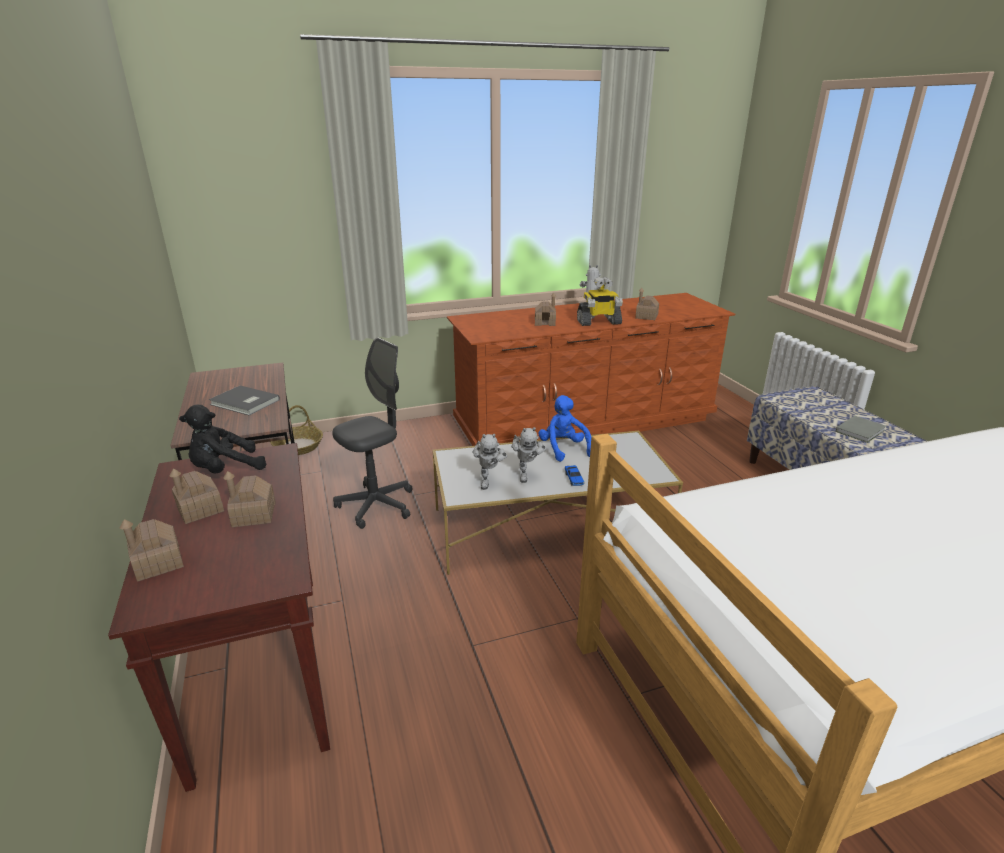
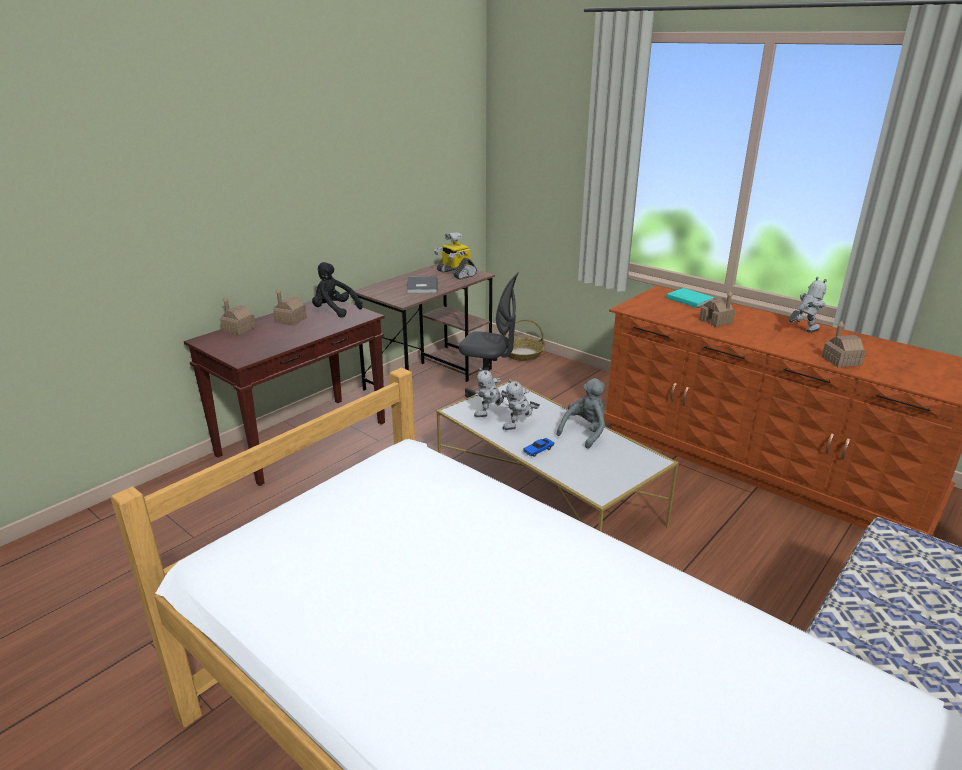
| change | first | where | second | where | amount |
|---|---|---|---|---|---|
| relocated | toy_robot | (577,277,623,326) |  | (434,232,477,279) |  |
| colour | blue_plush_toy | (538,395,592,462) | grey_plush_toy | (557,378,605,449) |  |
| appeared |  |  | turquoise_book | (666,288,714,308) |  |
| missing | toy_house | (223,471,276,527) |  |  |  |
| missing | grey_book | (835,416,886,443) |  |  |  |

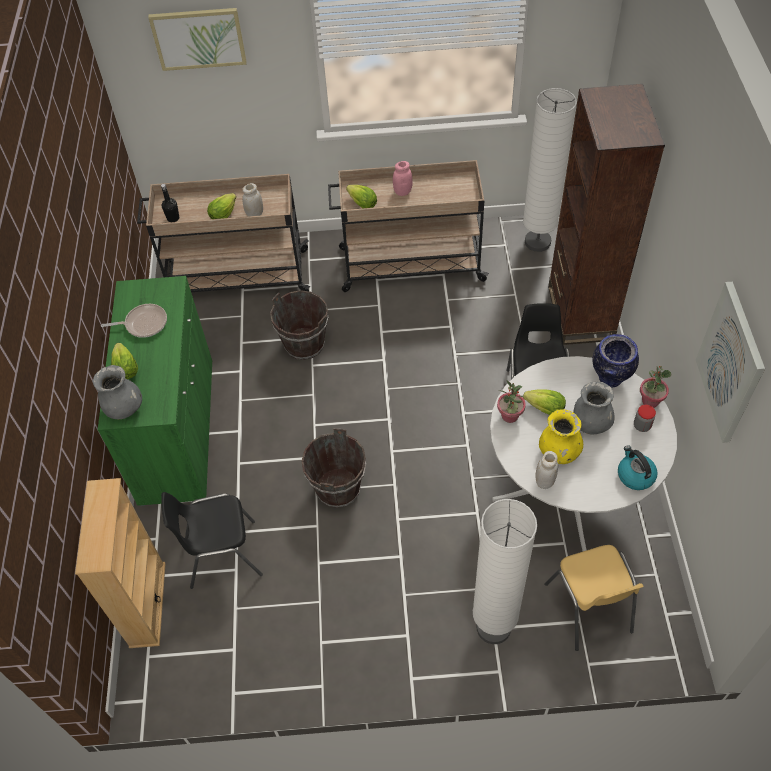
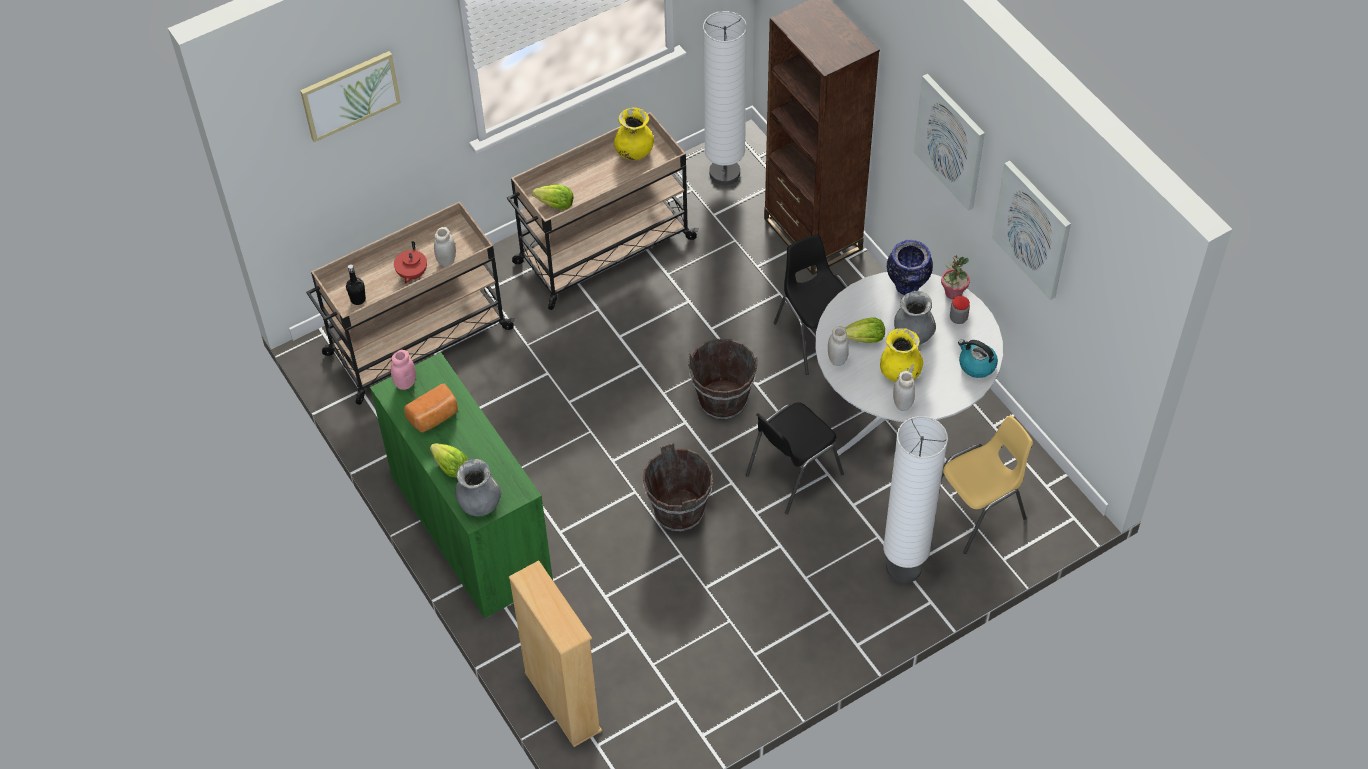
| change | first | where | second | where | amount |
|---|---|---|---|---|---|
| relocated | pink_jar | (393,161,413,196) |  | (391,350,416,390) |  |
| exchanged | lettuce | (207,193,236,219) | red_teapot | (394,241,427,283) |  |
| exchanged | frying_pan | (101,304,167,338) | bread | (404,384,458,432) |  |
| appeared |  |  | yellow_vase | (614,107,654,160) |  |
| relocated | brown_bucket | (270,290,328,360) |  | (688,339,758,420) |  |
| relocated | black_chair | (161,492,263,589) |  | (746,402,844,514) |  |
| exchanged | potted_plant | (497,380,526,423) | white_jar | (828,326,849,366) |  |
| appeared |  |  | picture | (914,74,985,211) |  |
| spun | yellow_chair | (544,545,644,651) |  | (941,415,1033,554) | 75 degrees counterclockwise |

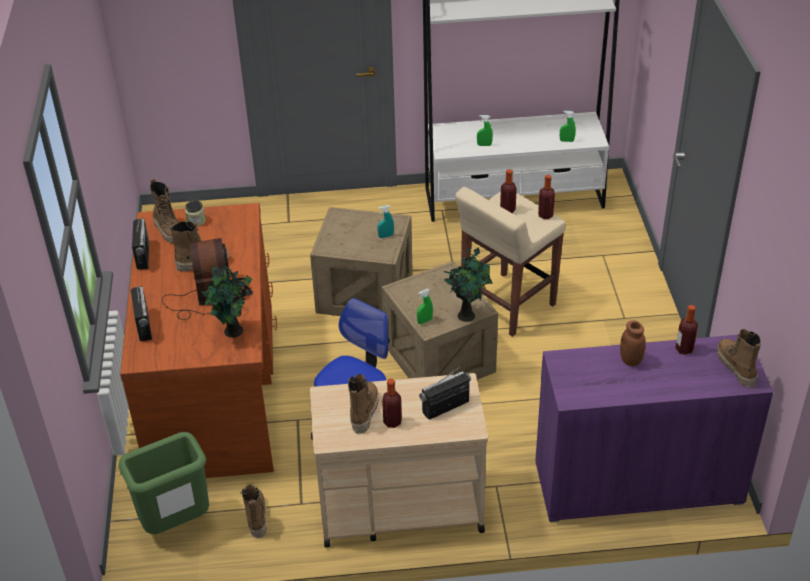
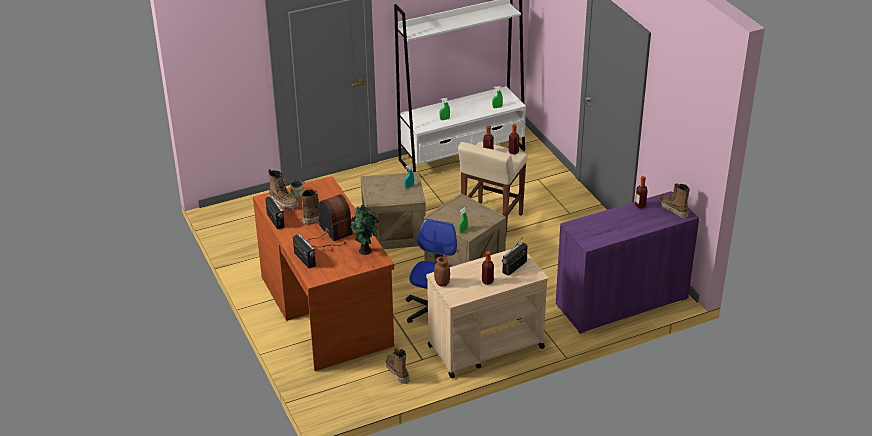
| change | first | where | second | where | amount |
|---|---|---|---|---|---|
| relocated | brown_jar | (620,320,646,366) |  | (434,257,450,287) |  |
| missing | green_trash_can | (118,432,209,534) |  |  |  |
| missing | boot | (348,374,378,434) |  |  |  |
| missing | potted_plant | (444,247,493,322) |  |  |  |

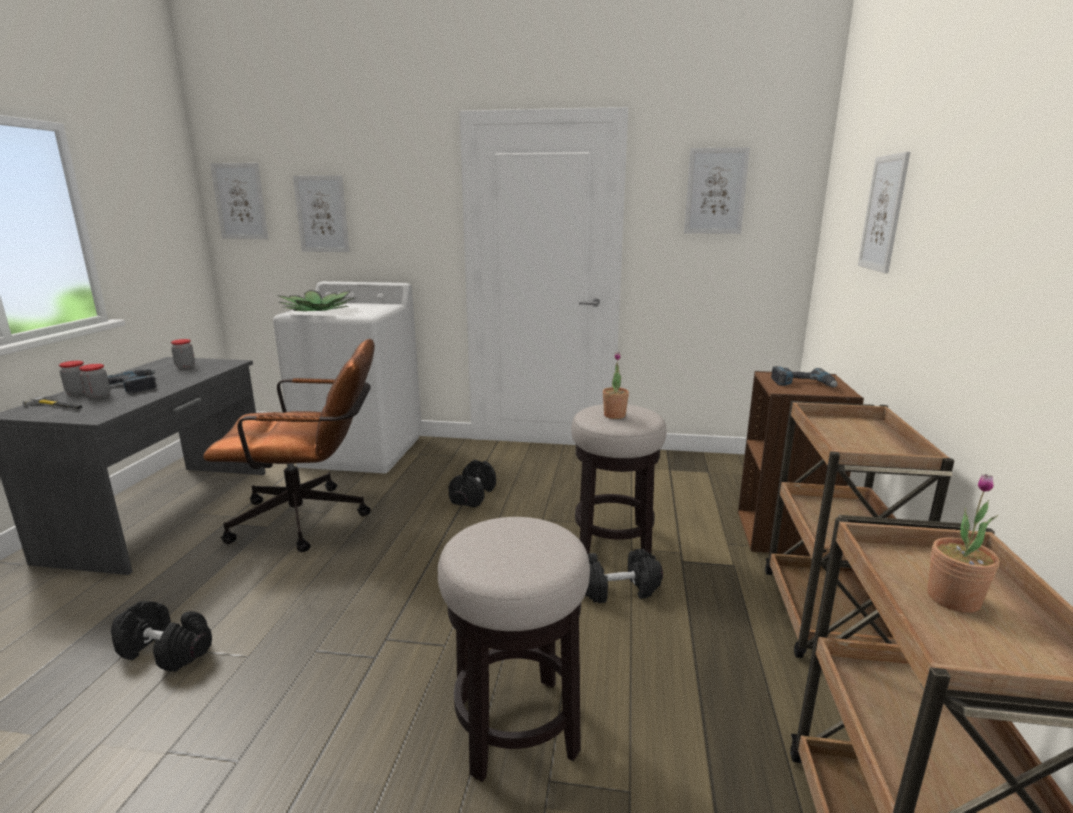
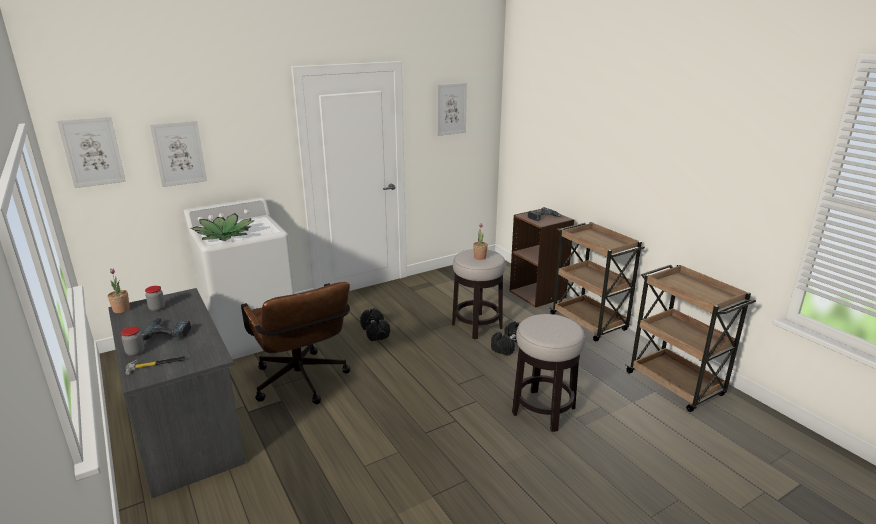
| change | first | where | second | where | amount |
|---|---|---|---|---|---|
| relocated | potted_plant | (928,474,999,613) |  | (107,268,130,313) |  |
| spun | brown_office_chair | (203,339,375,552) |  | (241,282,351,404) | 105 degrees clockwise |
| missing | jar | (79,364,110,399) |  |  |  |
| missing | black_dumbbell | (111,601,212,672) |  |  |  |
| missing | picture | (858,152,910,273) |  |  |  |

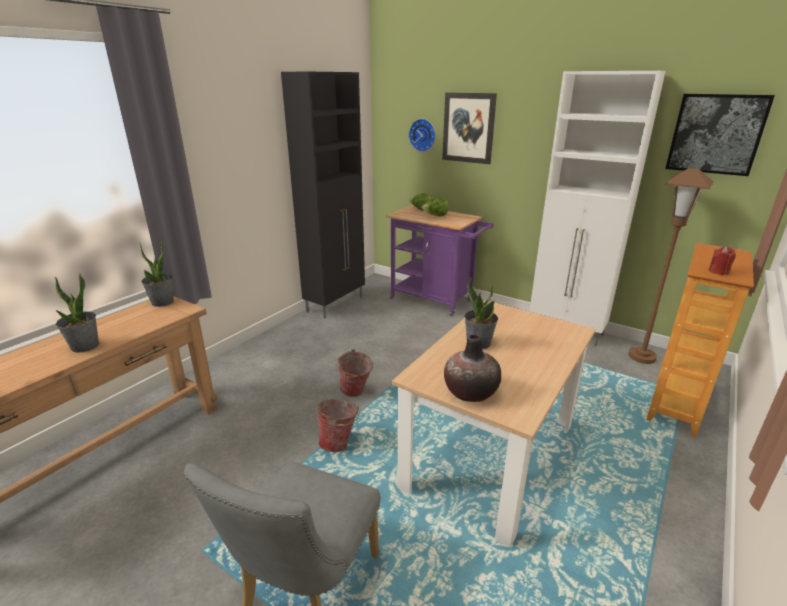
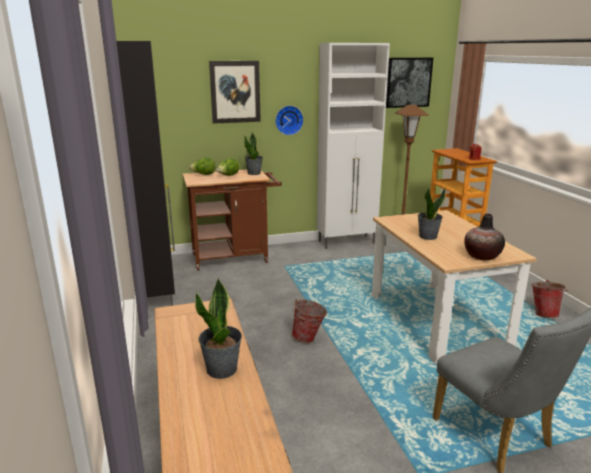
| change | first | where | second | where | amount |
|---|---|---|---|---|---|
| colour | purple_cart | (386,205,494,316) | brown_cart | (183,170,282,271) |  |
| relocated | potted_plant | (140,240,174,307) |  | (244,132,263,175) |  |
| relocated | wall_clock | (409,119,436,152) |  | (275,106,304,135) |  |
| relocated | bucket | (316,399,360,452) |  | (531,280,568,318) |  |

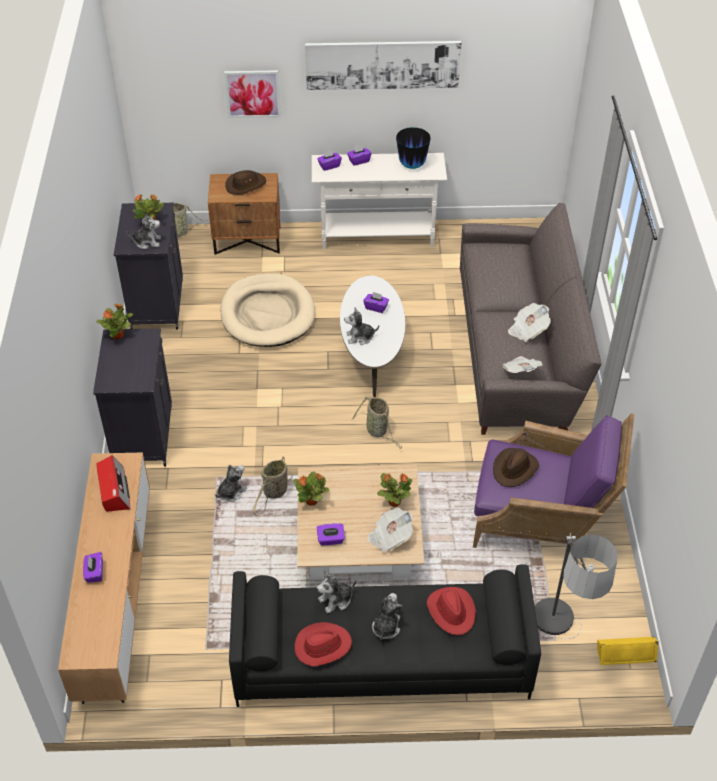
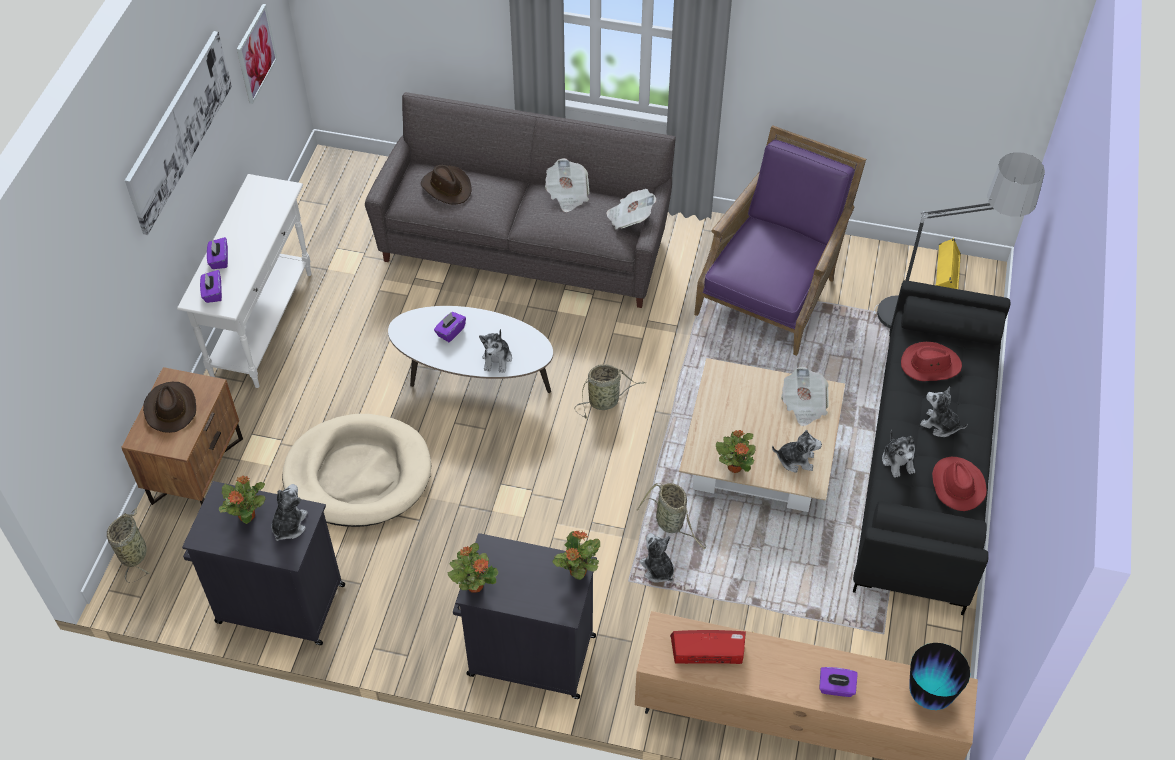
| change | first | where | second | where | amount |
|---|---|---|---|---|---|
| relocated | picture | (224,70,281,118) |  | (237,4,277,104) |  |
| relocated | brown_hat | (493,448,539,487) |  | (421,165,472,205) |  |
| relocated | potted_plant | (377,473,412,507) |  | (552,531,600,580) |  |
| exchanged | purple_tissue_box | (317,523,345,546) | plush_toy | (772,430,822,473) |  |
| relocated | vase | (396,127,431,169) |  | (909,643,970,710) |  |

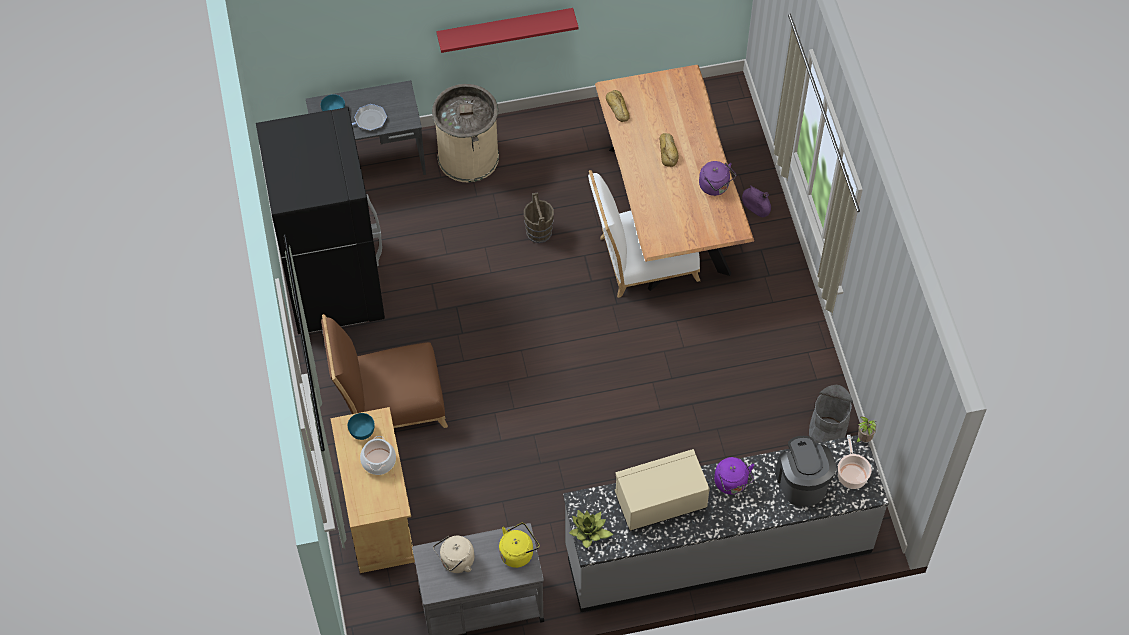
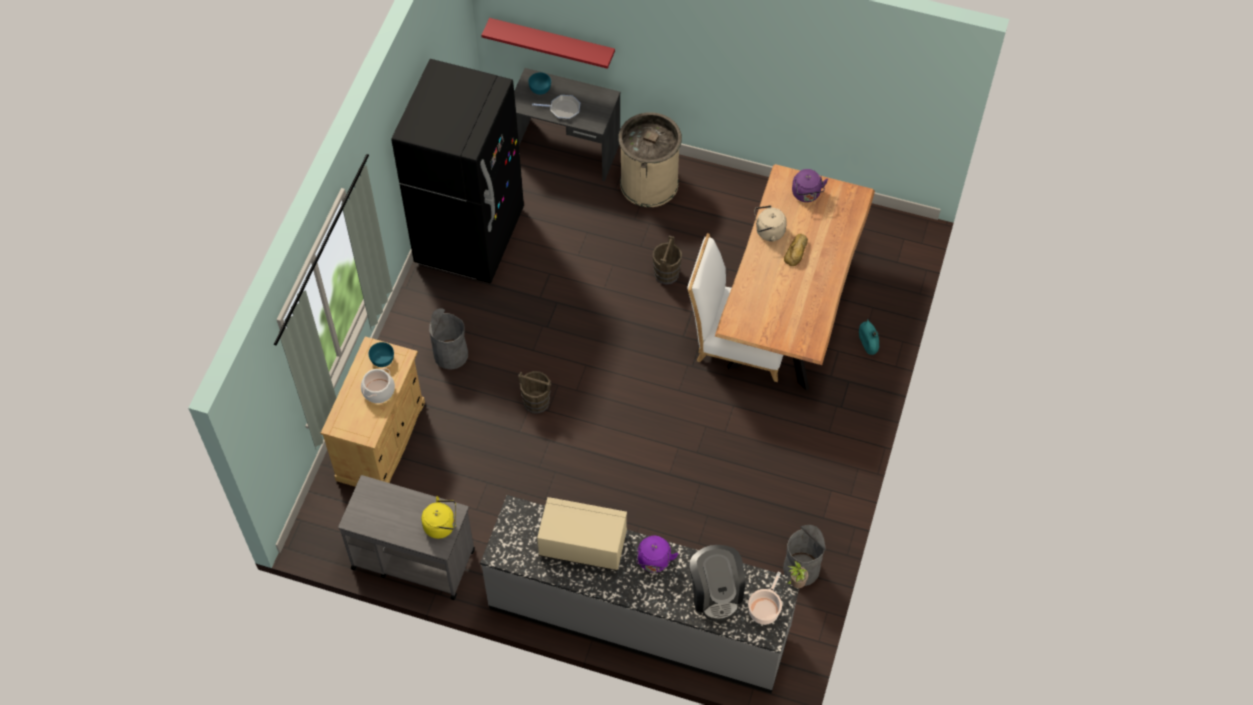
| change | first | where | second | where | amount |
|---|---|---|---|---|---|
| exchanged | brown_chair | (321,314,448,428) | grey_trash_can | (429,309,468,370) |  |
| relocated | red_shelf | (437,8,579,53) |  | (481,18,615,69) |  |
| appeared |  |  | brown_bucket | (518,371,551,414) |  |
| spun | coffee_machine | (775,436,836,507) |  | (690,545,745,621) | 150 degrees clockwise |
| relocated | beige_kettle | (433,536,474,573) |  | (754,205,787,242) |  |
| relocated | purple_kettle | (699,161,736,196) |  | (792,169,828,202) |  |
| colour | purple_vase | (742,185,771,217) | turquoise_vase | (859,319,879,355) |  |
| missing | potted_plant | (569,510,613,548) |  |  |  |
| missing | bread | (606,90,630,122) |  |  |  |

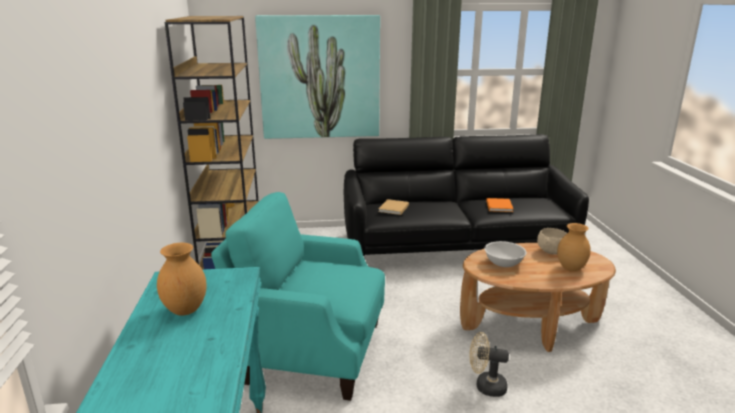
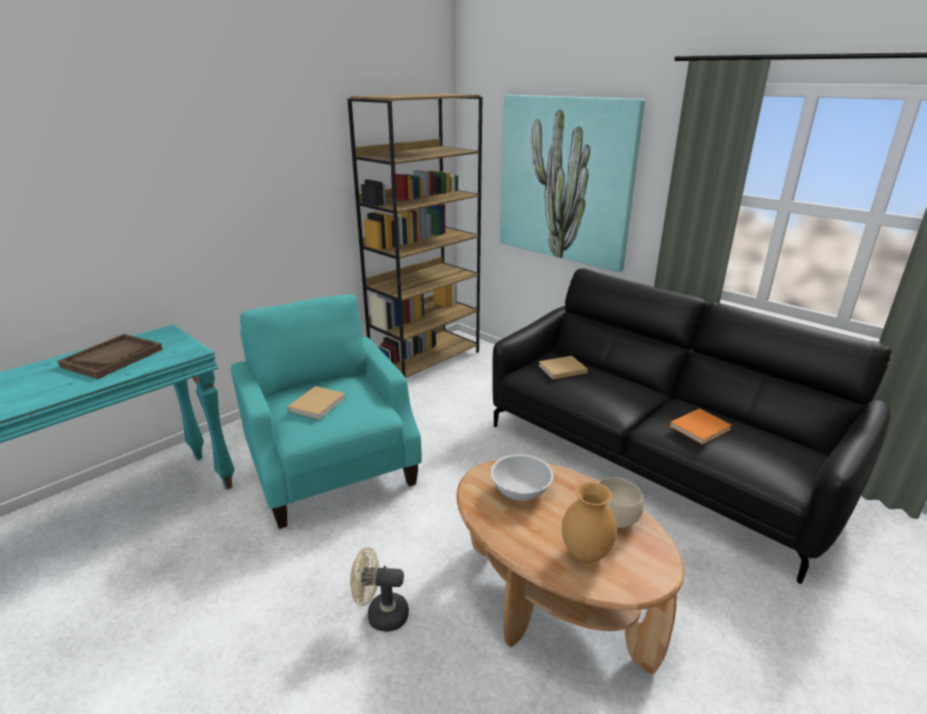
| change | first | where | second | where | amount |
|---|---|---|---|---|---|
| exchanged | brown_vase | (157,243,207,316) | brown_tray | (58,334,163,379) |  |
| appeared |  |  | beige_book | (287,386,346,419) |  |
| spun | beige_fan | (470,332,509,397) |  | (350,547,409,632) | 60 degrees counterclockwise |

